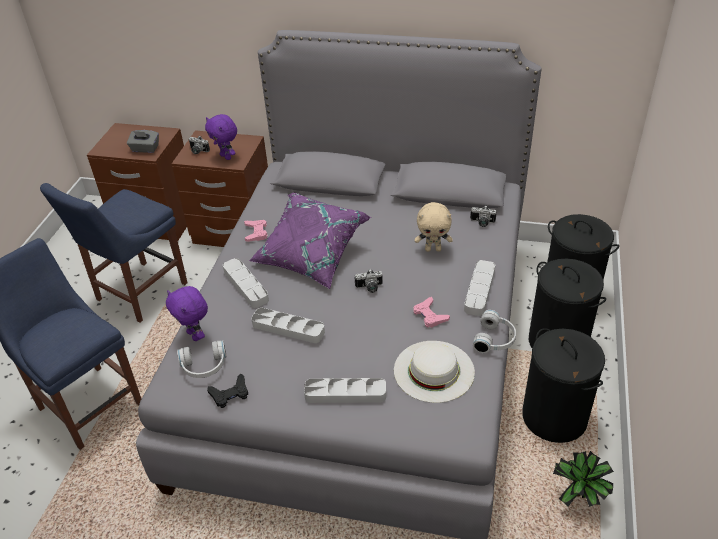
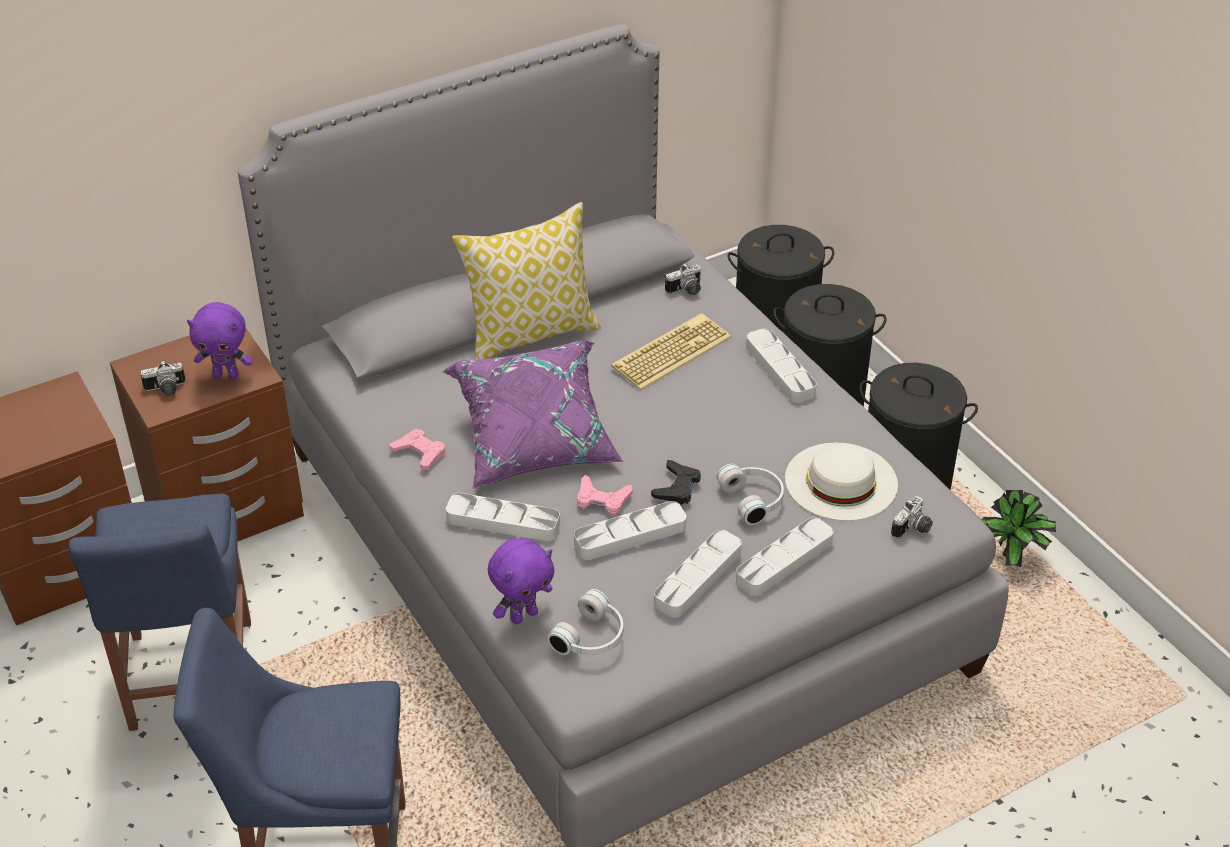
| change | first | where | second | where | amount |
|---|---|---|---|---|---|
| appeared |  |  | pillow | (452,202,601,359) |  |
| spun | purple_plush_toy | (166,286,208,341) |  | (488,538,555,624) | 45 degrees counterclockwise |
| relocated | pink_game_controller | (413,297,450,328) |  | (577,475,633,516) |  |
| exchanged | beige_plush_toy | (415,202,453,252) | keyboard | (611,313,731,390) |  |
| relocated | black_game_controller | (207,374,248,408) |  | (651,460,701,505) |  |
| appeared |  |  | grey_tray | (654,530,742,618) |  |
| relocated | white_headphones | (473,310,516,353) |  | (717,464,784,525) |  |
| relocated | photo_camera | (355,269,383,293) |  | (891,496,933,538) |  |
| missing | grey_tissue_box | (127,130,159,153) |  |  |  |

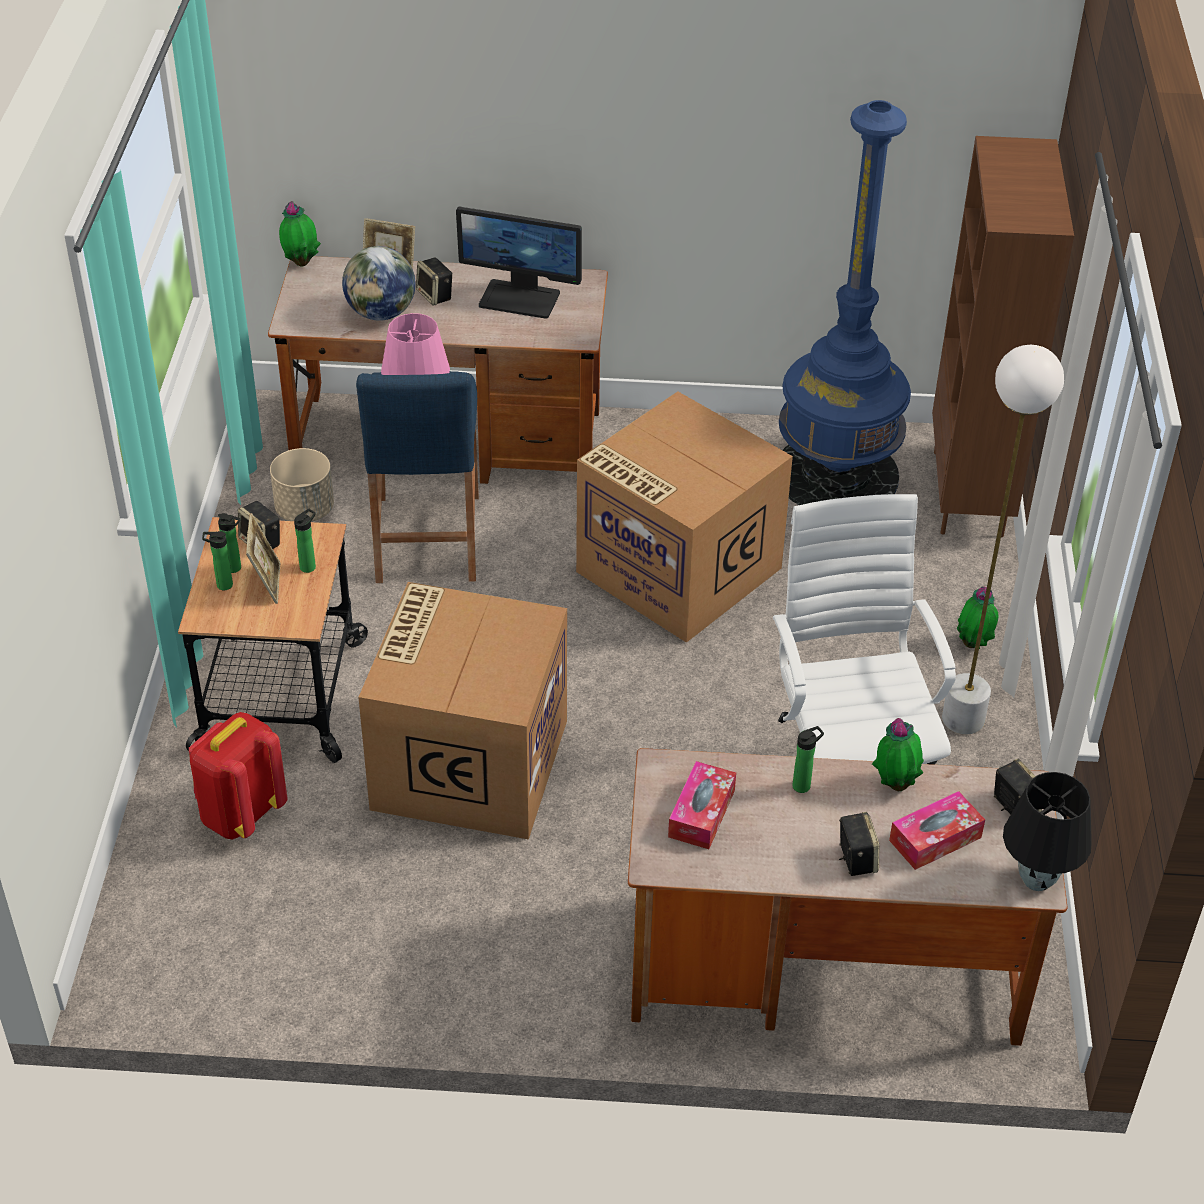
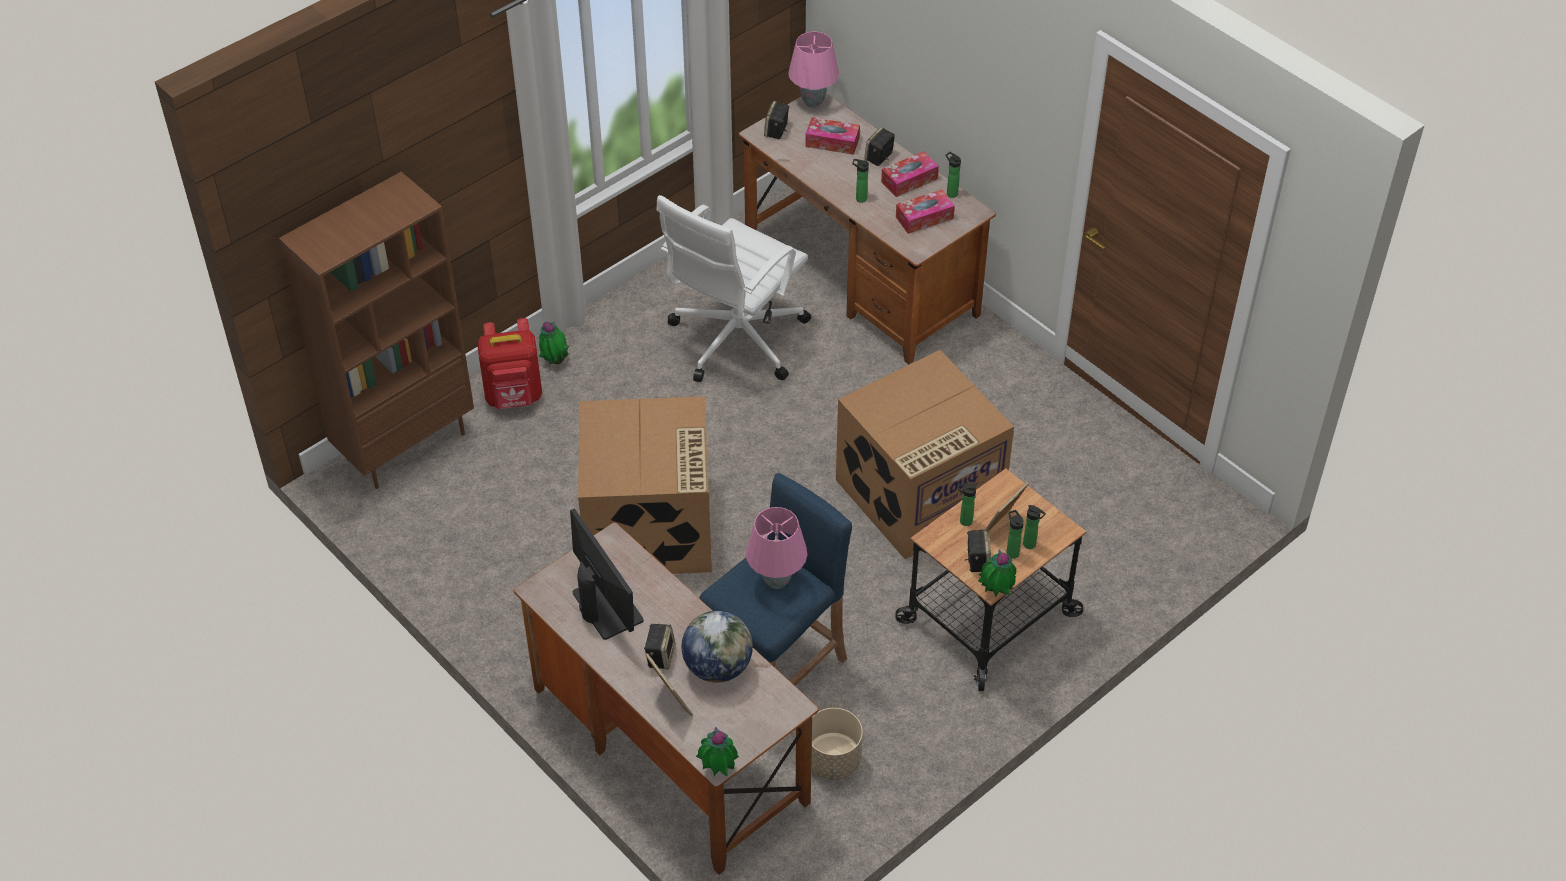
| change | first | where | second | where | amount |
|---|---|---|---|---|---|
| relocated | red_backpack | (189,712,288,840) |  | (477,318,542,409) |  |
| colour | black_table_lamp | (1003,772,1092,891) | pink_table_lamp | (788,32,839,108) |  |
| appeared |  |  | tissue_box | (881,151,939,197) |  |
| appeared |  |  | bottle | (945,152,961,198) |  |
| relocated | potted_plant | (872,718,924,791) |  | (978,550,1016,597) |  |
| missing | blue_floor_lamp | (779,100,911,505) |  |  |  |
| missing | white_floor_lamp | (942,345,1064,734) |  |  |  |

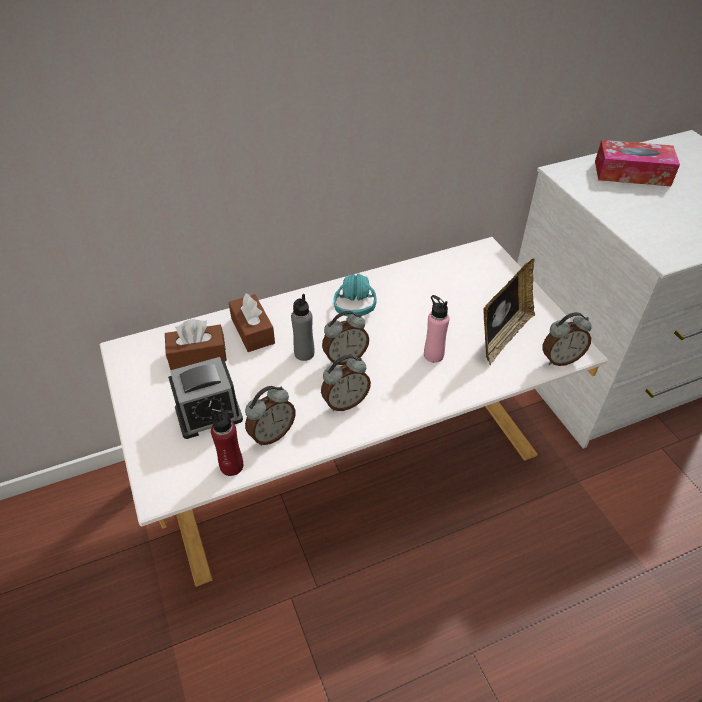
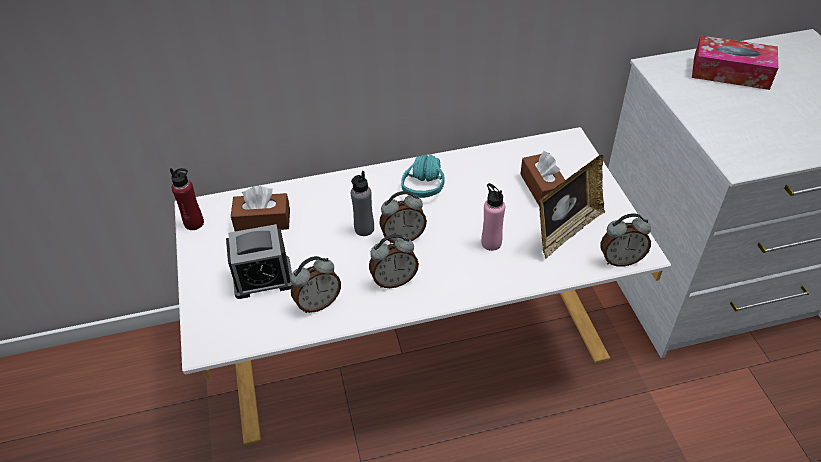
| change | first | where | second | where | amount |
|---|---|---|---|---|---|
| relocated | red_bottle | (211,410,243,476) |  | (170,168,204,230) |  |
| relocated | brown_tissue_box | (228,293,275,352) |  | (520,151,566,205) |  |

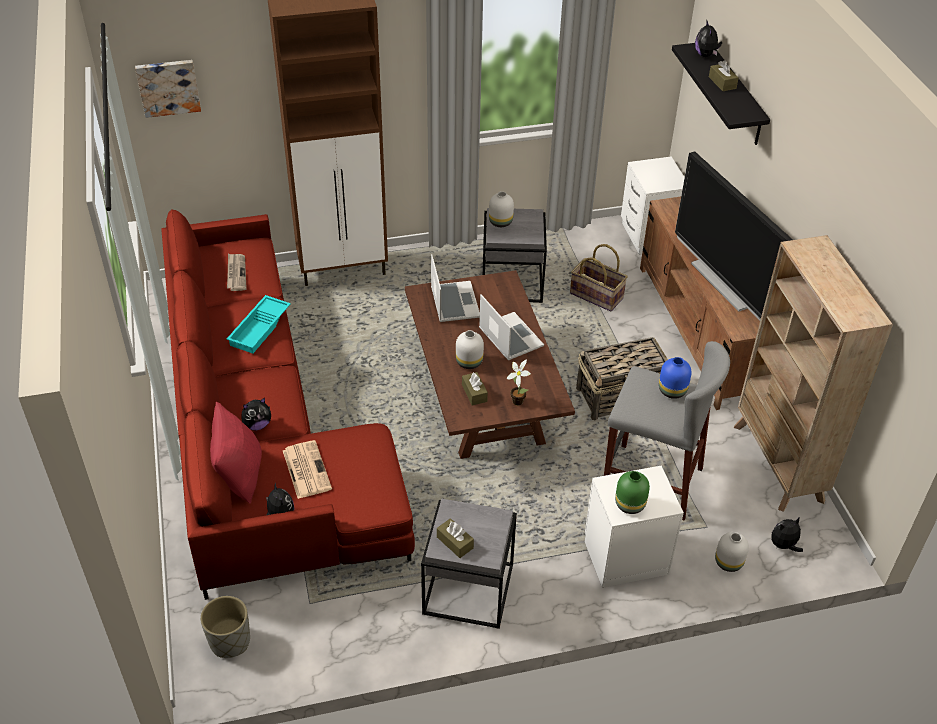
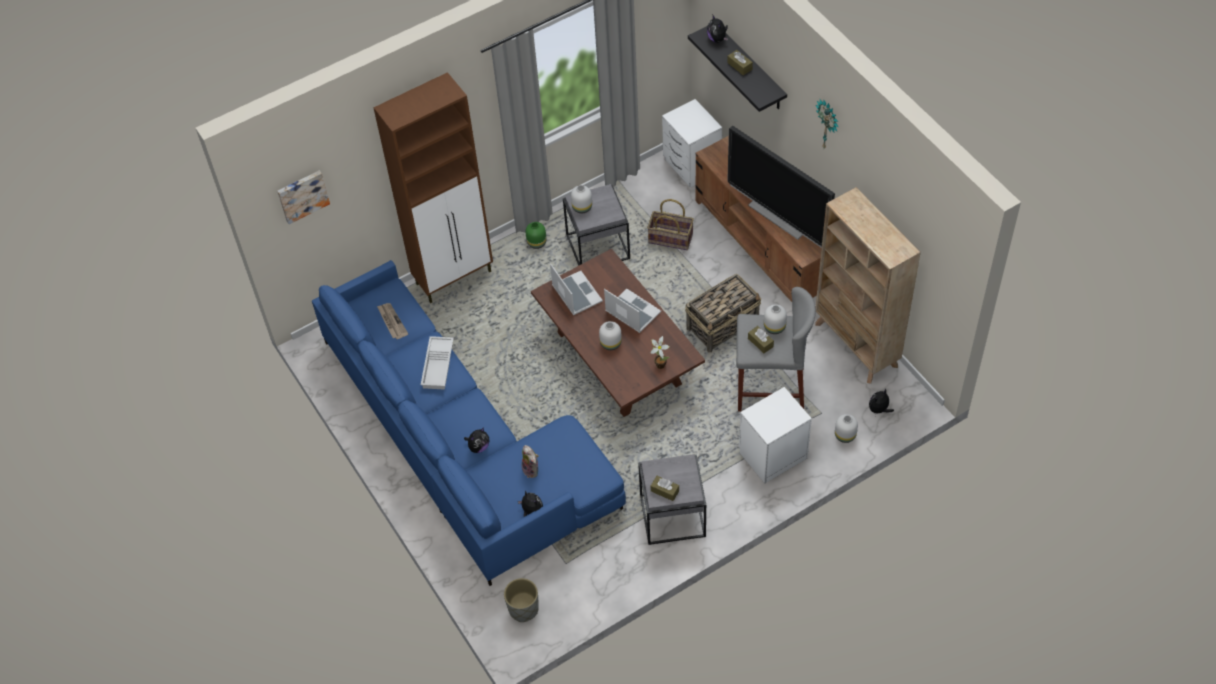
| change | first | where | second | where | amount |
|---|---|---|---|---|---|
| colour | red_sofa | (161,209,415,600) | blue_sofa | (312,260,626,586) |  |
| colour | turquoise_tray | (227,295,291,354) | white_tray | (421,336,454,390) |  |
| exchanged | newspaper | (283,440,332,499) | plush_toy | (522,445,539,478) |  |
| relocated | green_vase | (615,471,650,514) |  | (526,222,547,249) |  |
| relocated | brown_tissue_box | (462,372,488,406) |  | (748,326,774,353) |  |
| colour | blue_vase | (659,357,692,399) | white_vase | (764,304,787,334) |  |
| appeared |  |  | wall_clock | (816,99,839,148) |  |
| missing | red_pillow | (210,402,262,504) |  |  |  |

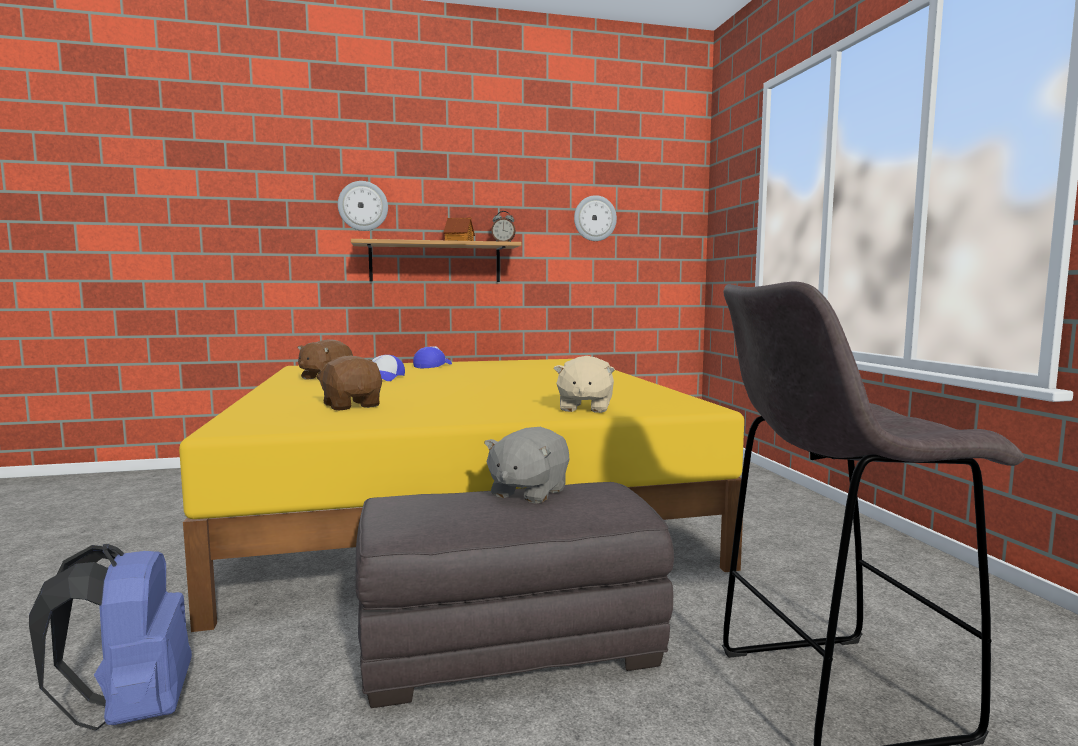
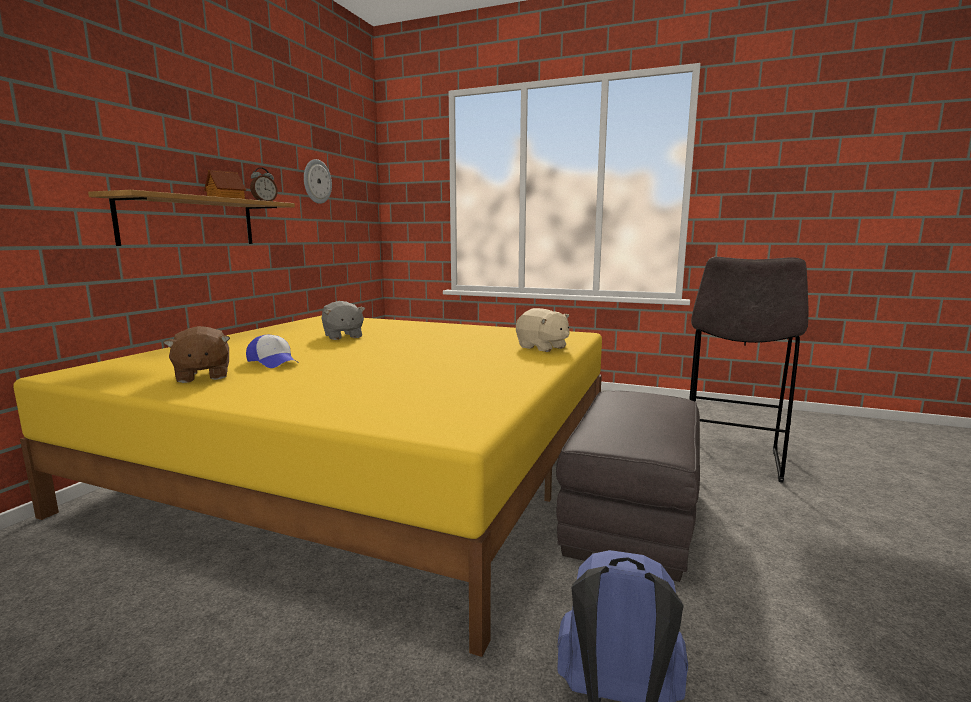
| change | first | where | second | where | amount |
|---|---|---|---|---|---|
| relocated | grey_plush_toy | (484,427,570,504) |  | (322,301,365,340) |  |
| missing | brown_plush_toy | (315,355,382,410) |  |  |  |
| missing | wall_clock | (338,181,388,231) |  |  |  |
| missing | cap | (413,346,452,368) |  |  |  |

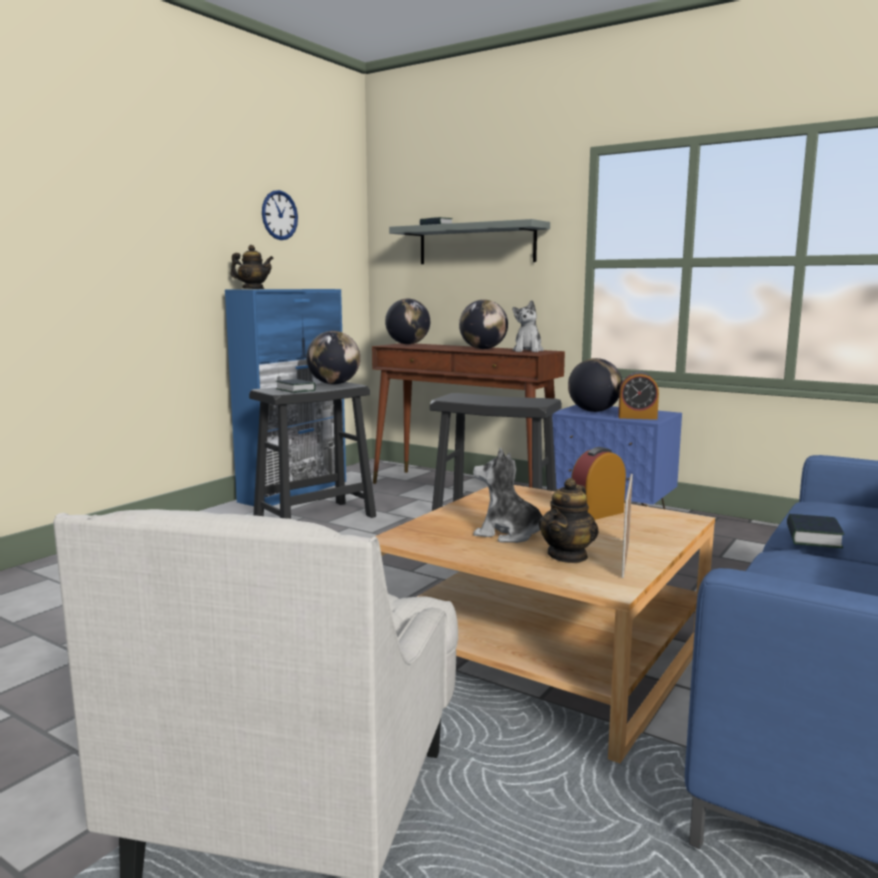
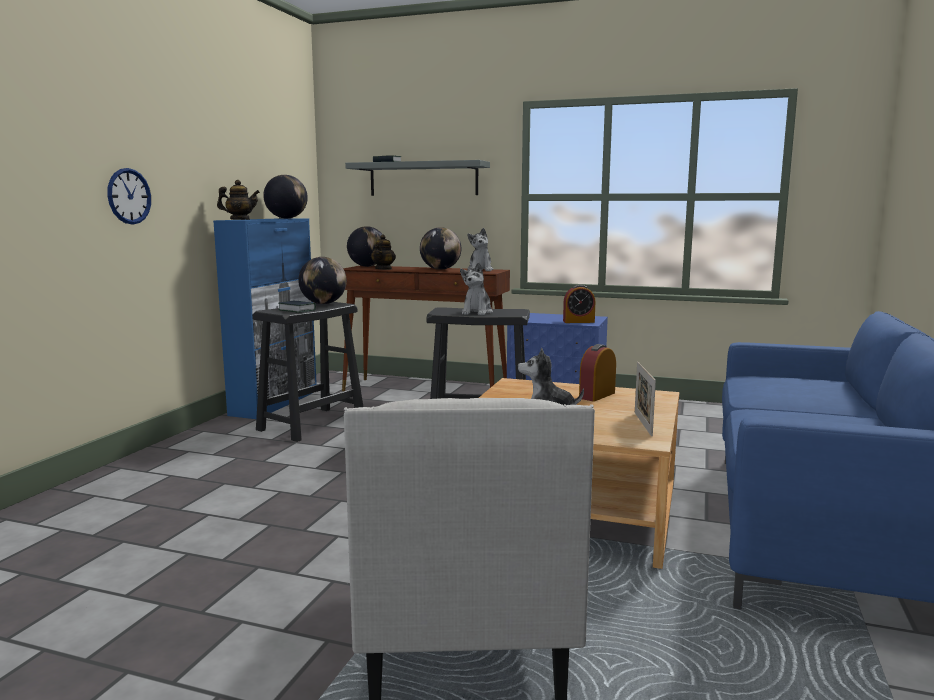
| change | first | where | second | where | amount |
|---|---|---|---|---|---|
| relocated | wall_clock | (262,190,298,240) |  | (107,168,151,224) |  |
| relocated | globe | (568,358,622,412) |  | (263,175,308,218) |  |
| relocated | teapot | (539,478,599,563) |  | (371,235,396,270) |  |
| appeared |  |  | plush_toy | (460,262,493,315) |  |
| missing | book | (787,514,844,548) |  |  |  |

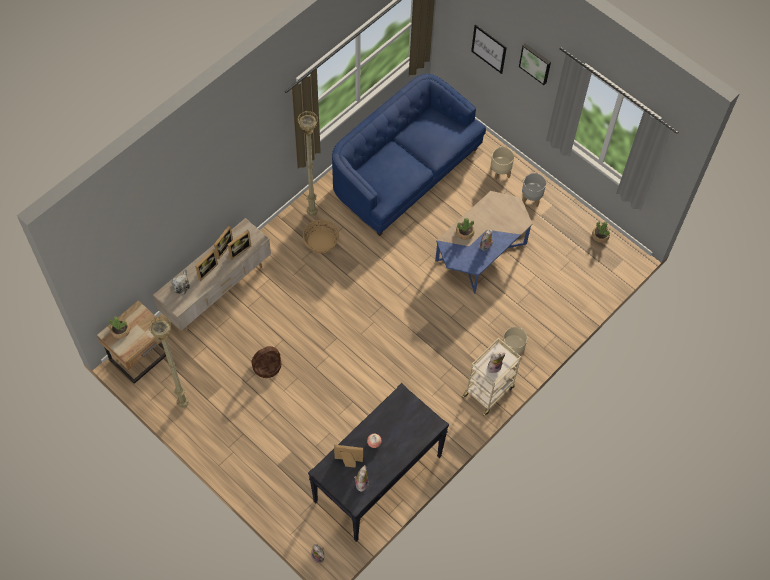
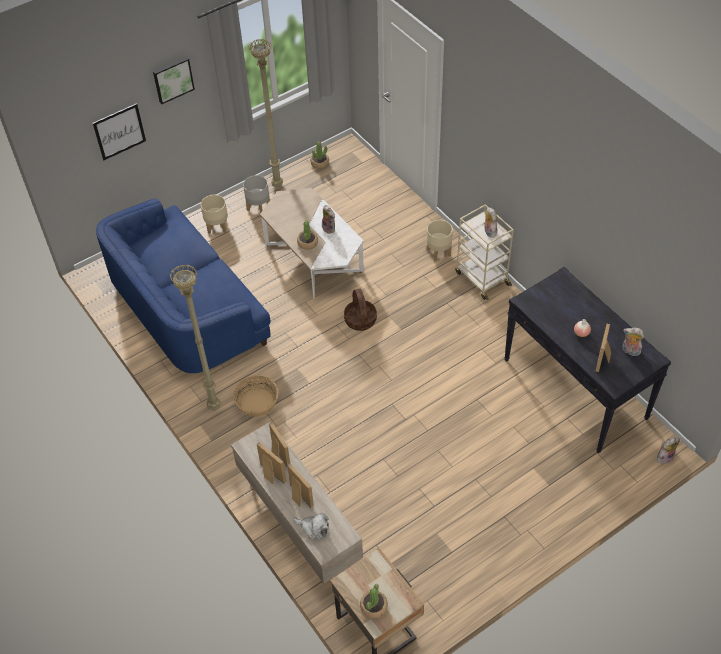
| change | first | where | second | where | amount |
|---|---|---|---|---|---|
| relocated | beige_floor_lamp | (148,316,189,408) |  | (249,39,283,188) |  |
| colour | blue_coffee_table | (435,191,532,294) | white_coffee_table | (260,188,364,298) |  |
| relocated | basket | (251,346,281,378) |  | (344,288,377,331) |  |

